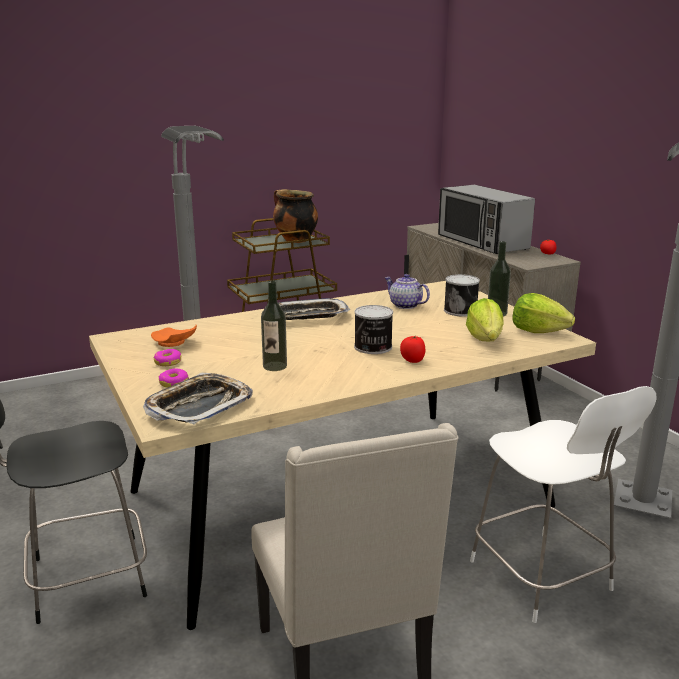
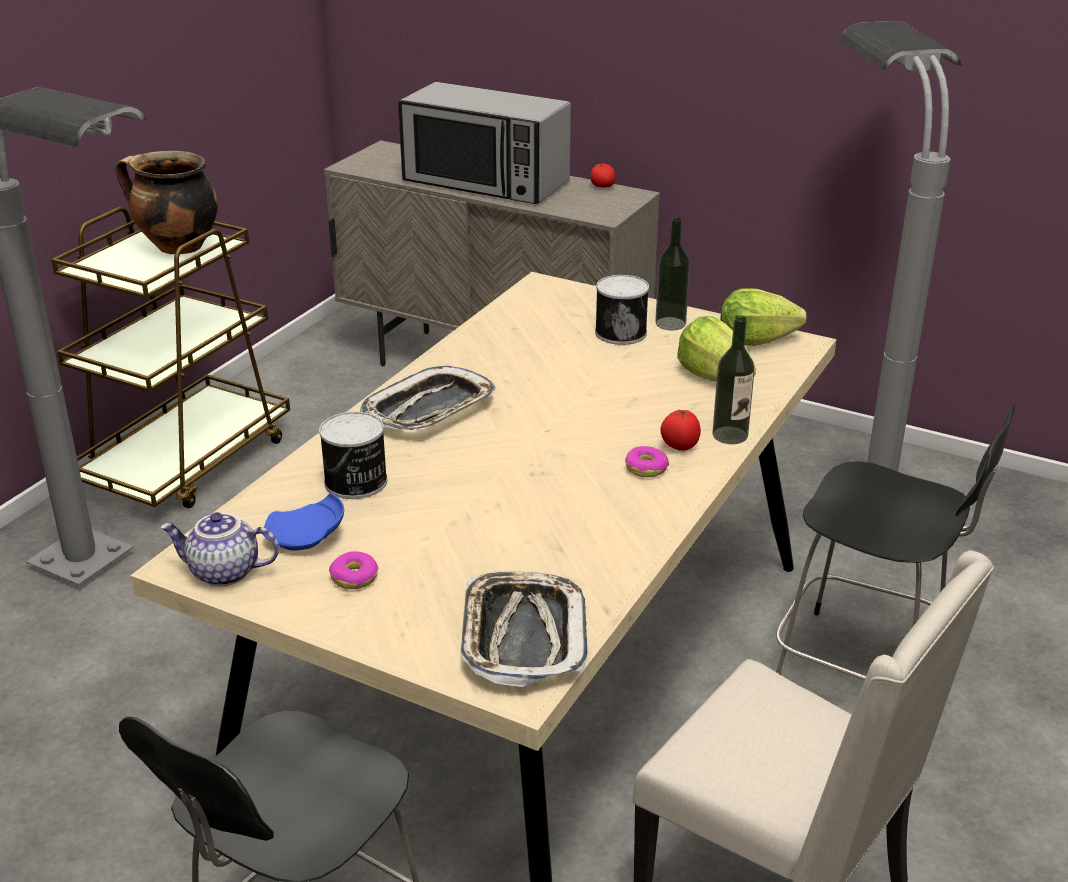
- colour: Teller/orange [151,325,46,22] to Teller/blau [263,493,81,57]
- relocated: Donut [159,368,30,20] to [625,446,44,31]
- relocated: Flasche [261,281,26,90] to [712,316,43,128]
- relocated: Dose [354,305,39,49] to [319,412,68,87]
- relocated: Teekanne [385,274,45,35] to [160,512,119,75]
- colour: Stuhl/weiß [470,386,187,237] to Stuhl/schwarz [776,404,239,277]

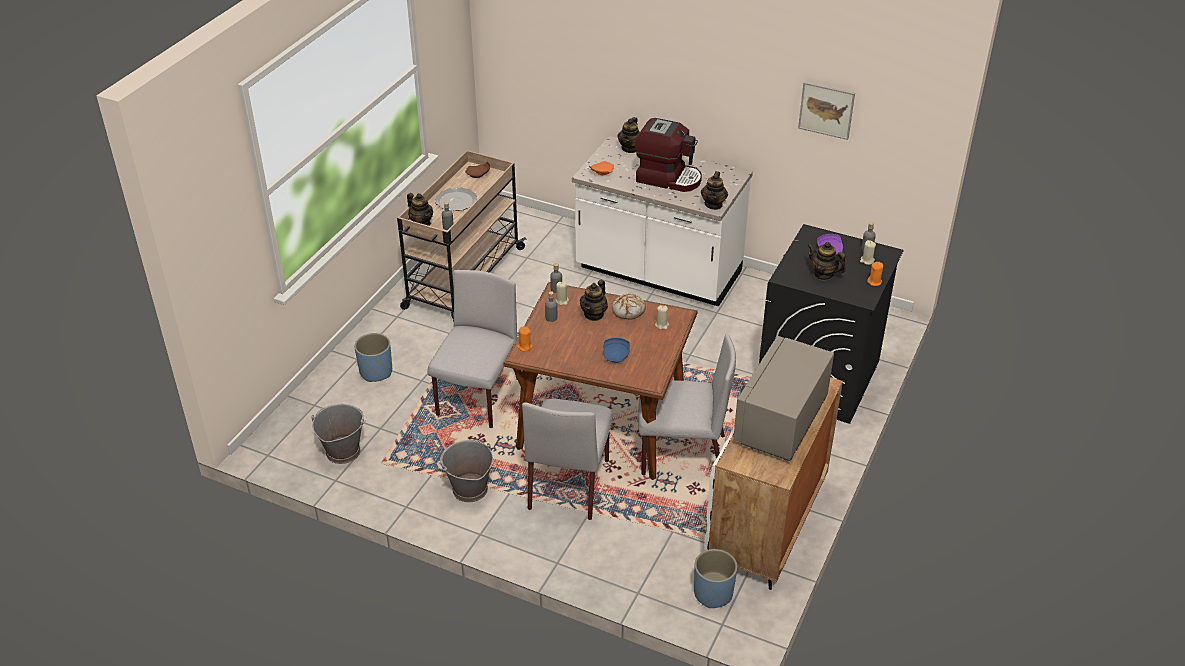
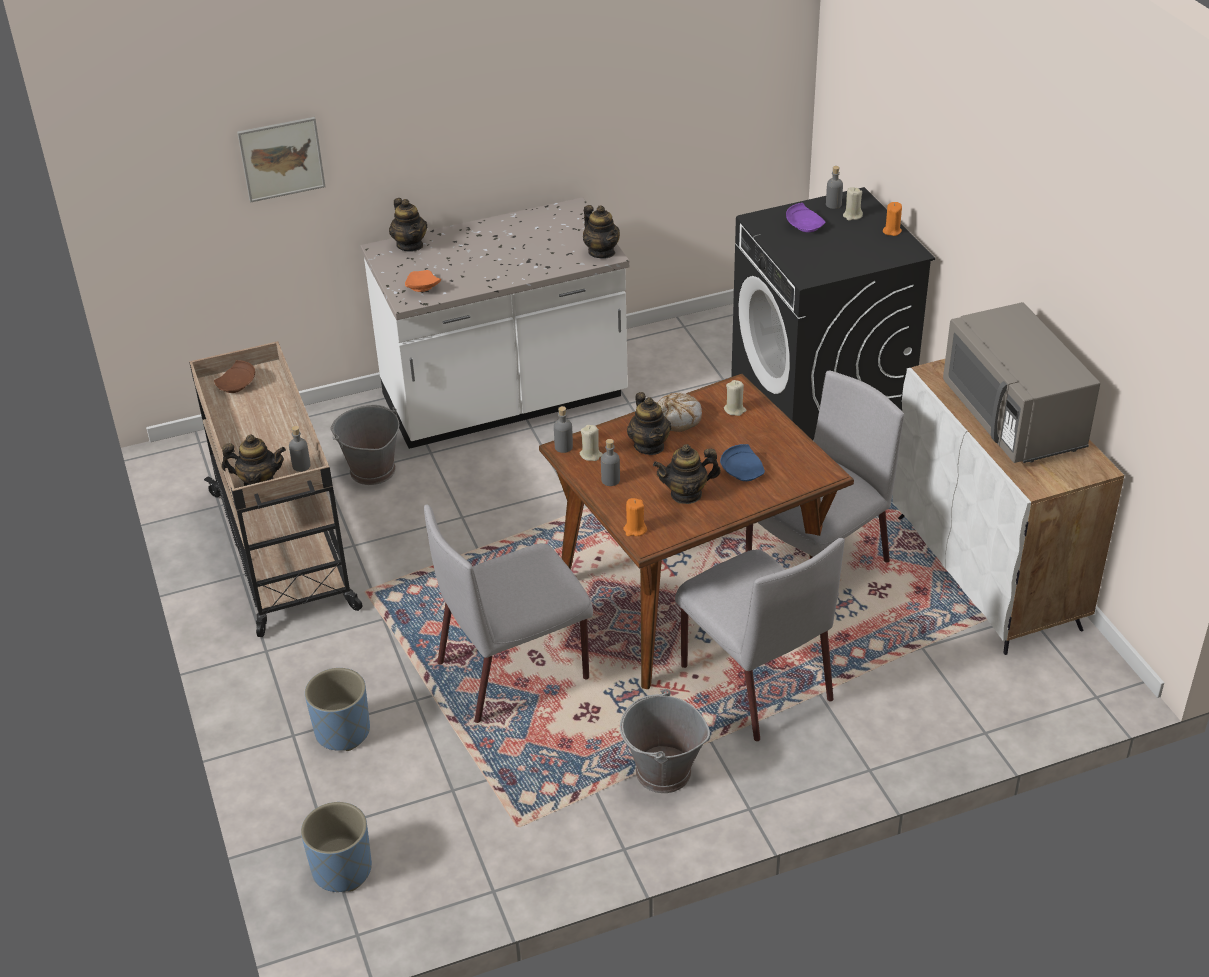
- relocated: Eimer/grau [311,404,55,60] to [331,405,68,80]
- spun: Stuhl/grau [427,270,91,158] = [424,505,169,218] 90 degrees counterclockwise
- missing: Teller [435,187,42,24]
- missing: Kaffeemaschine [635,118,67,74]
- relocated: Pflanzkübel/blau [694,549,43,59] to [301,802,71,90]
- relocated: Bild [798,82,57,58] to [237,117,88,86]
- relocated: Teekanne [807,242,39,39] to [653,444,68,60]

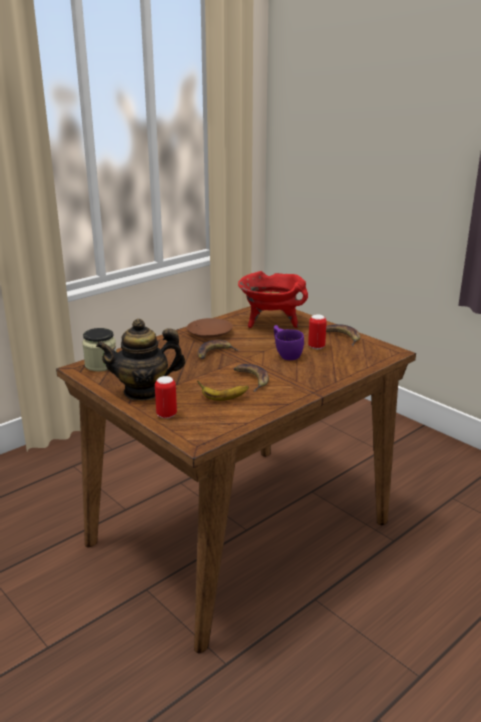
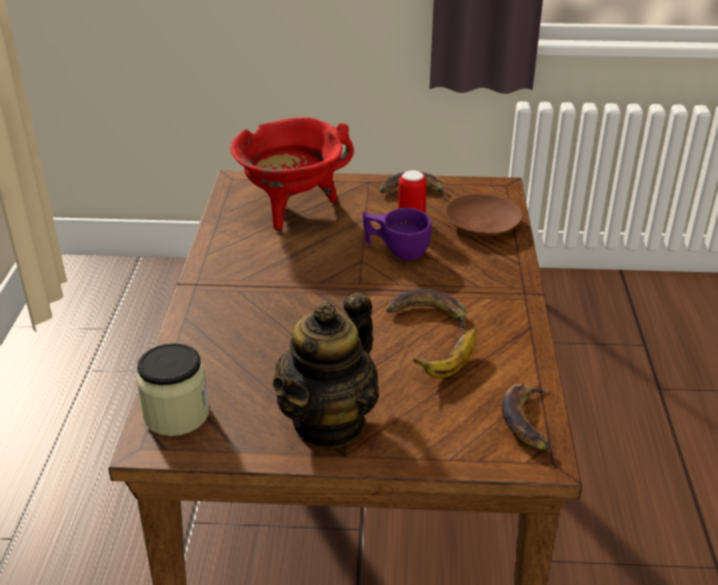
- missing: Dose [155,376,22,42]
- relocated: Teller/braun [187,318,46,20] to [445,194,78,42]
- relocated: Banane [197,340,41,19] to [501,384,50,66]

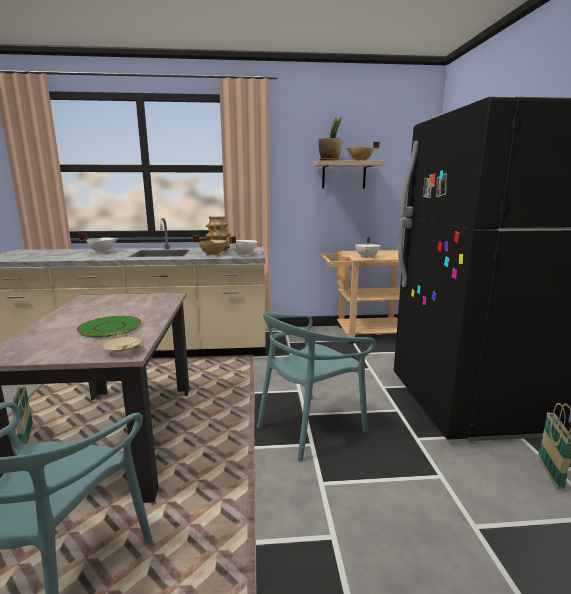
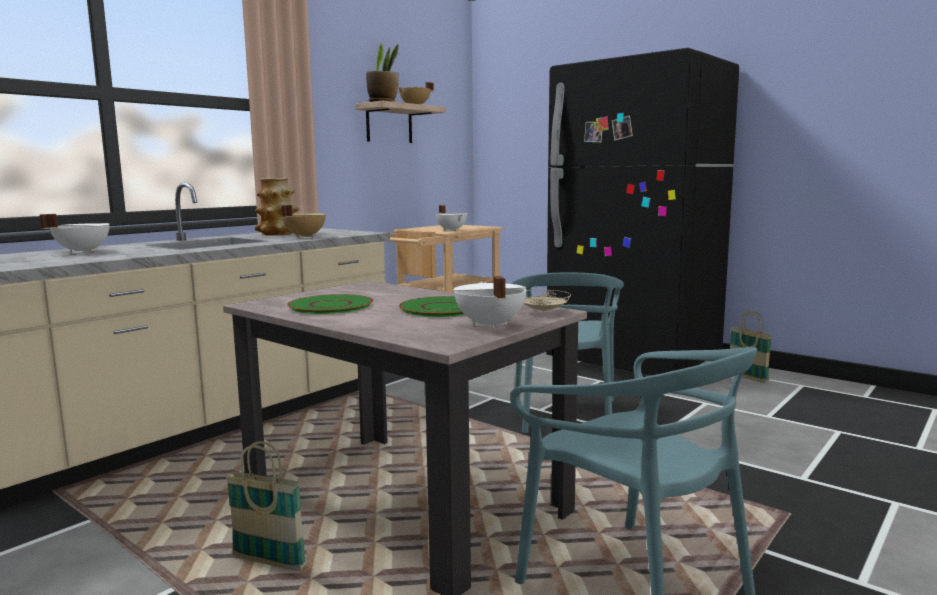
- relocated: Kochtopf/weiß [229,236,28,20] to [453,276,73,53]
- appeared: Teller/grün [287,294,86,20]

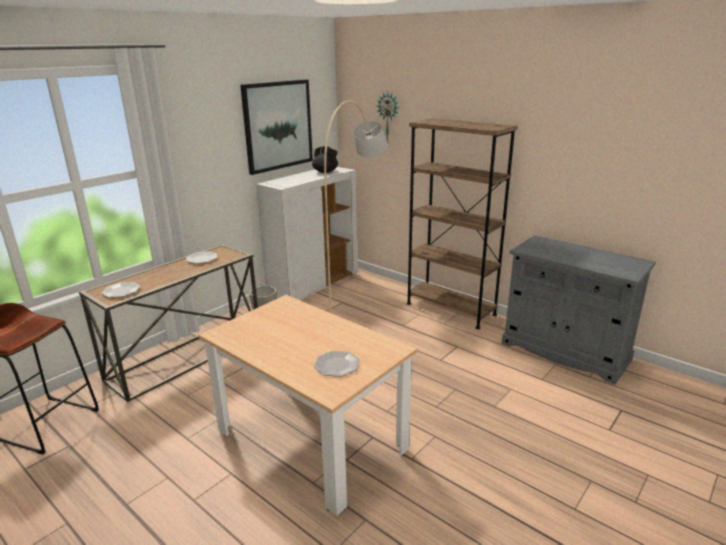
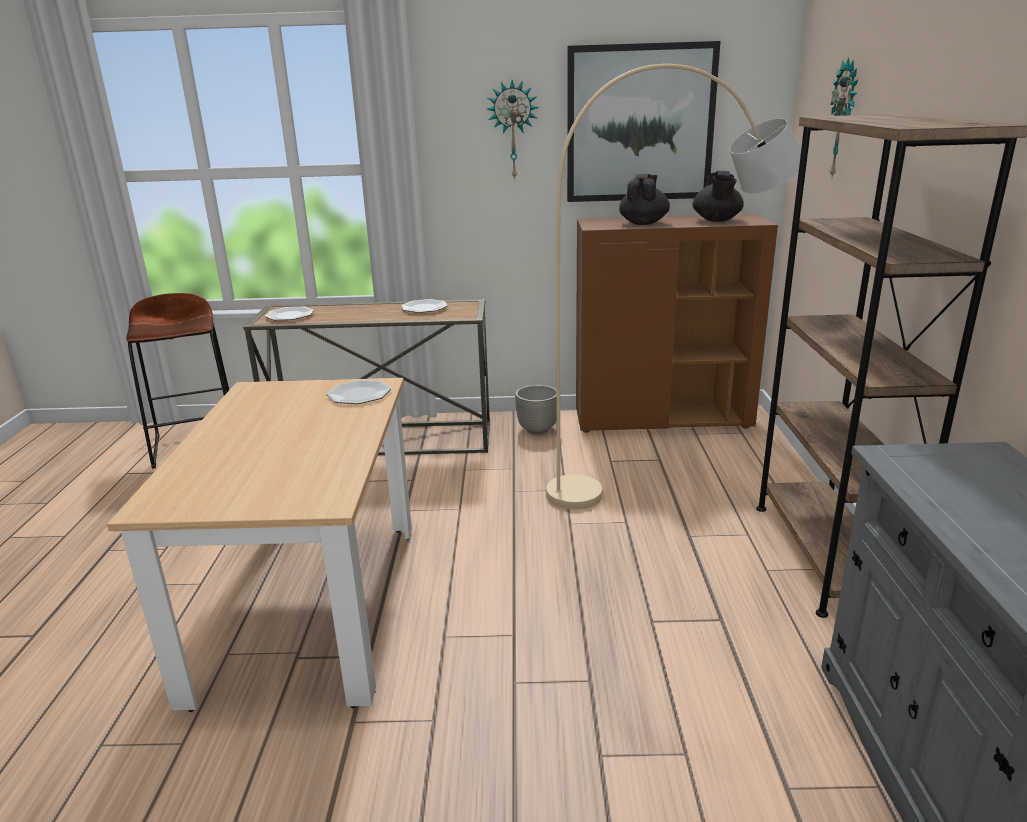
- colour: Schrank/weiß [256,167,102,133] to Schrank/braun [576,214,202,219]
- relocated: Teller [314,351,46,26] to [327,380,64,24]
- appeared: Wanduhr [487,80,52,100]
- appeared: Teekanne/schwarz [619,174,51,51]

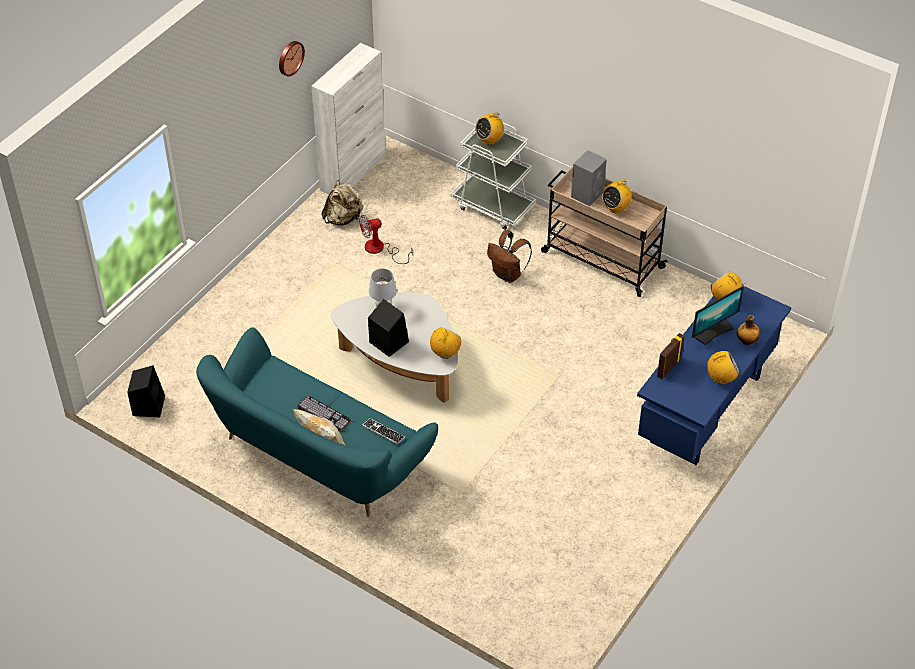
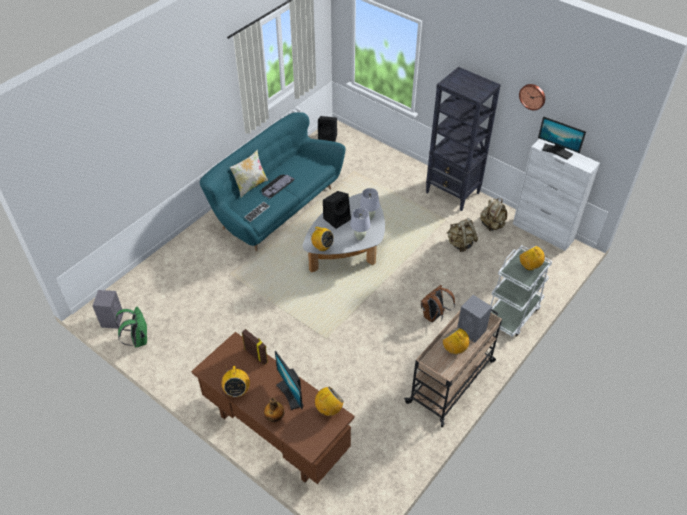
- exchanged: Ventilator [359,215,54,49] to Rucksack/beige [447,218,31,34]
- colour: Schreibtisch/blau [637,285,154,180] to Schreibtisch/braun [191,332,163,152]
- appeared: Lautsprecher/grau [92,290,32,39]
- appeared: Rucksack/grün [115,307,32,41]
- appeared: Tischlampe/weiß [350,208,21,32]
- appeared: Bücherregal/schwarz [426,67,75,144]
- appeared: Monitor [538,116,48,44]

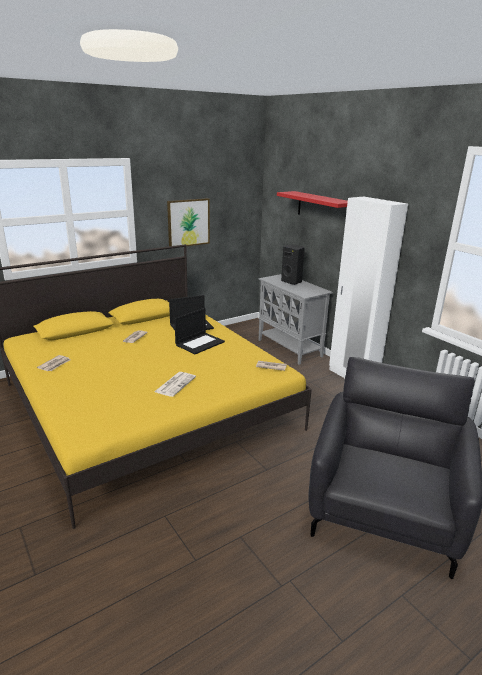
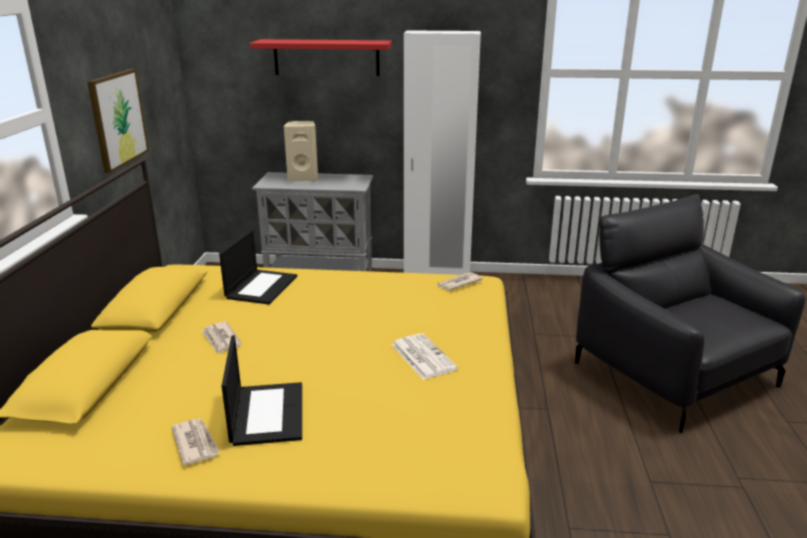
- relocated: Laptop [174,308,51,46] to [222,335,80,111]
- colour: Lautsprecher/schwarz [281,245,24,40] to Lautsprecher/beige [284,121,34,61]

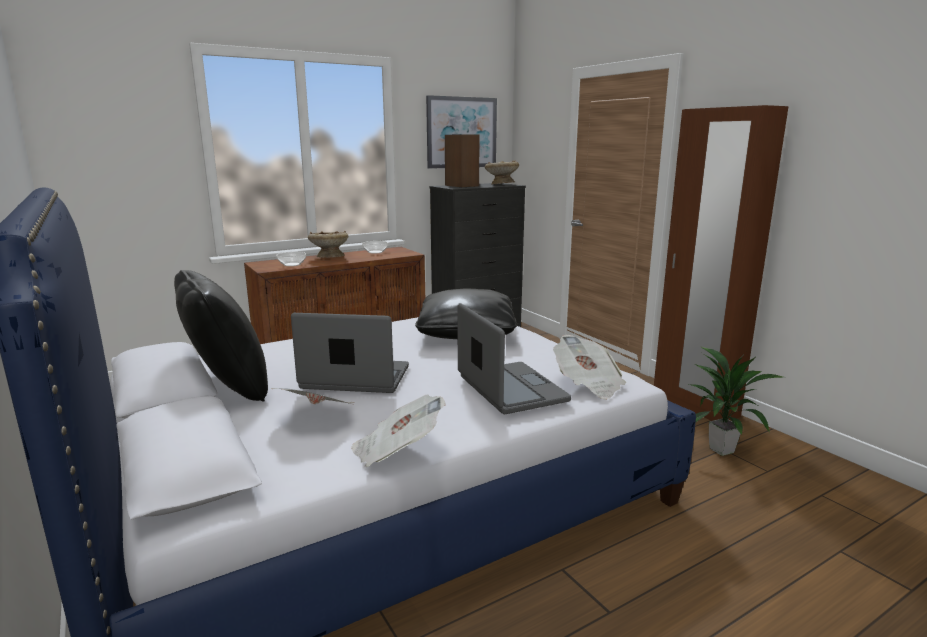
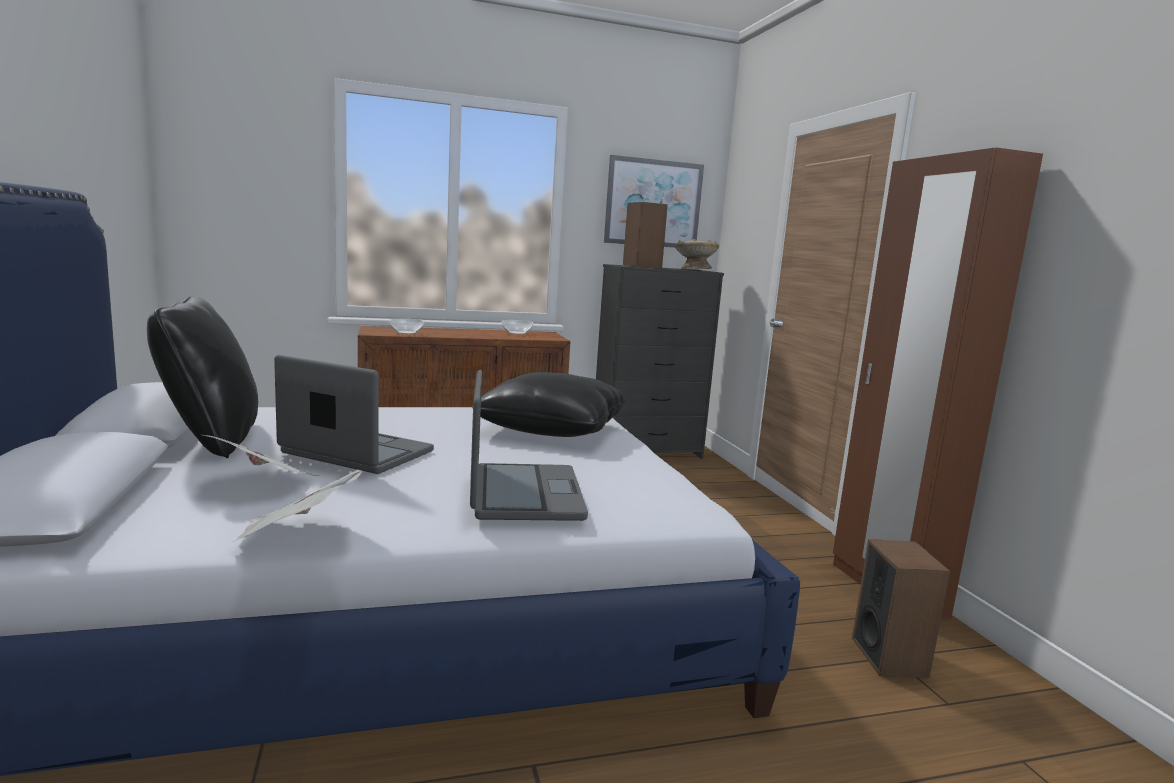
- missing: Schüssel/beige [308,231,40,27]
- missing: Zeitung [553,335,73,65]
- exchanged: Topfpflanze [689,346,94,110] to Lautsprecher [852,539,98,139]

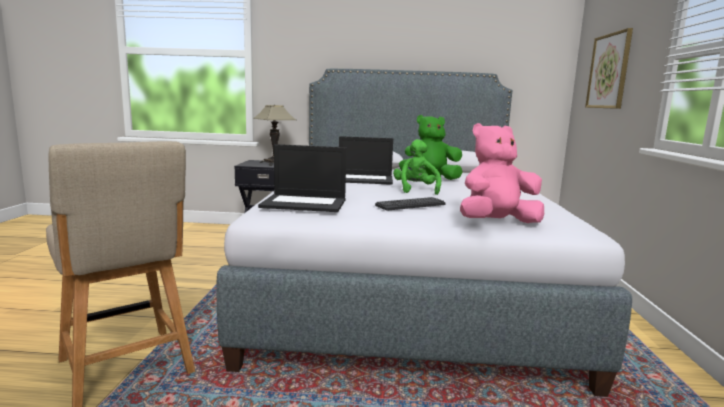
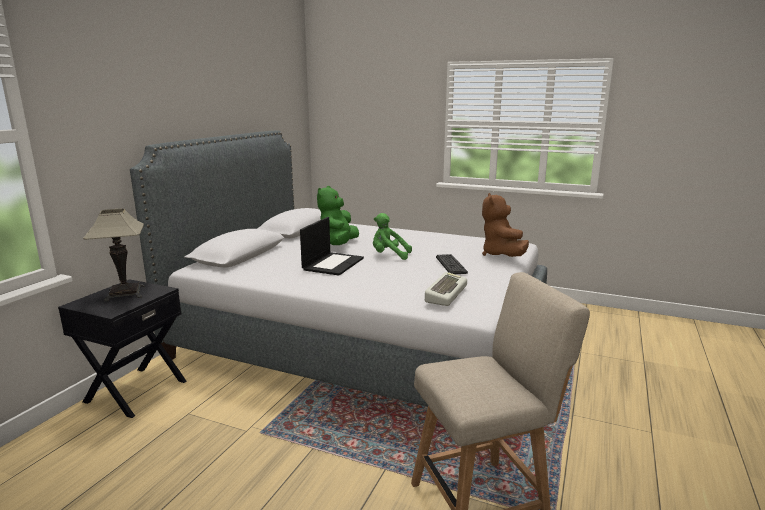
- exchanged: Laptop [258,144,89,68] to Tastatur [425,272,42,34]
- colour: Plüschtier/rosa [460,123,84,100] to Plüschtier/braun [482,193,47,64]
- missing: Bild [585,28,48,81]

